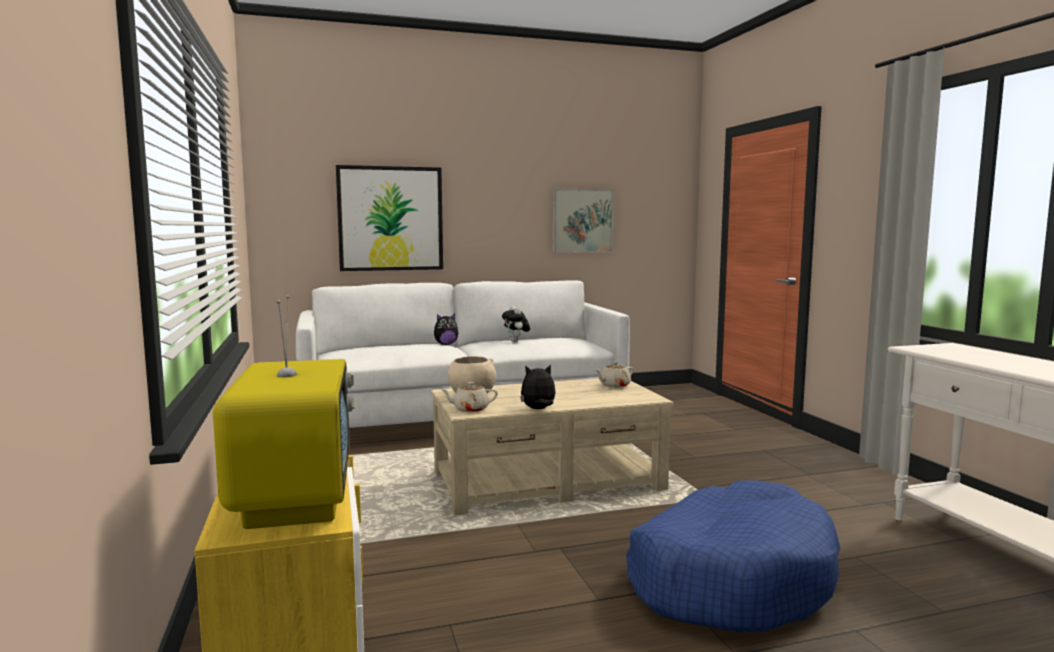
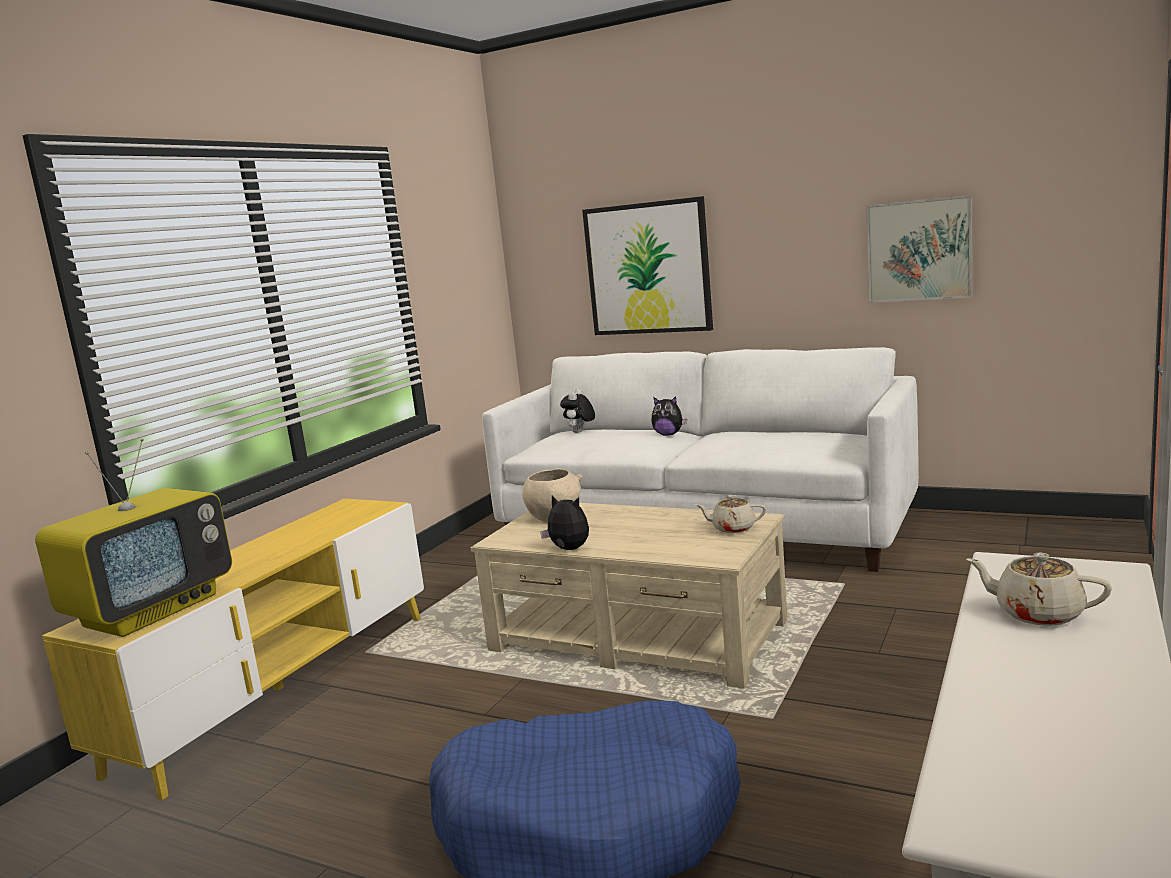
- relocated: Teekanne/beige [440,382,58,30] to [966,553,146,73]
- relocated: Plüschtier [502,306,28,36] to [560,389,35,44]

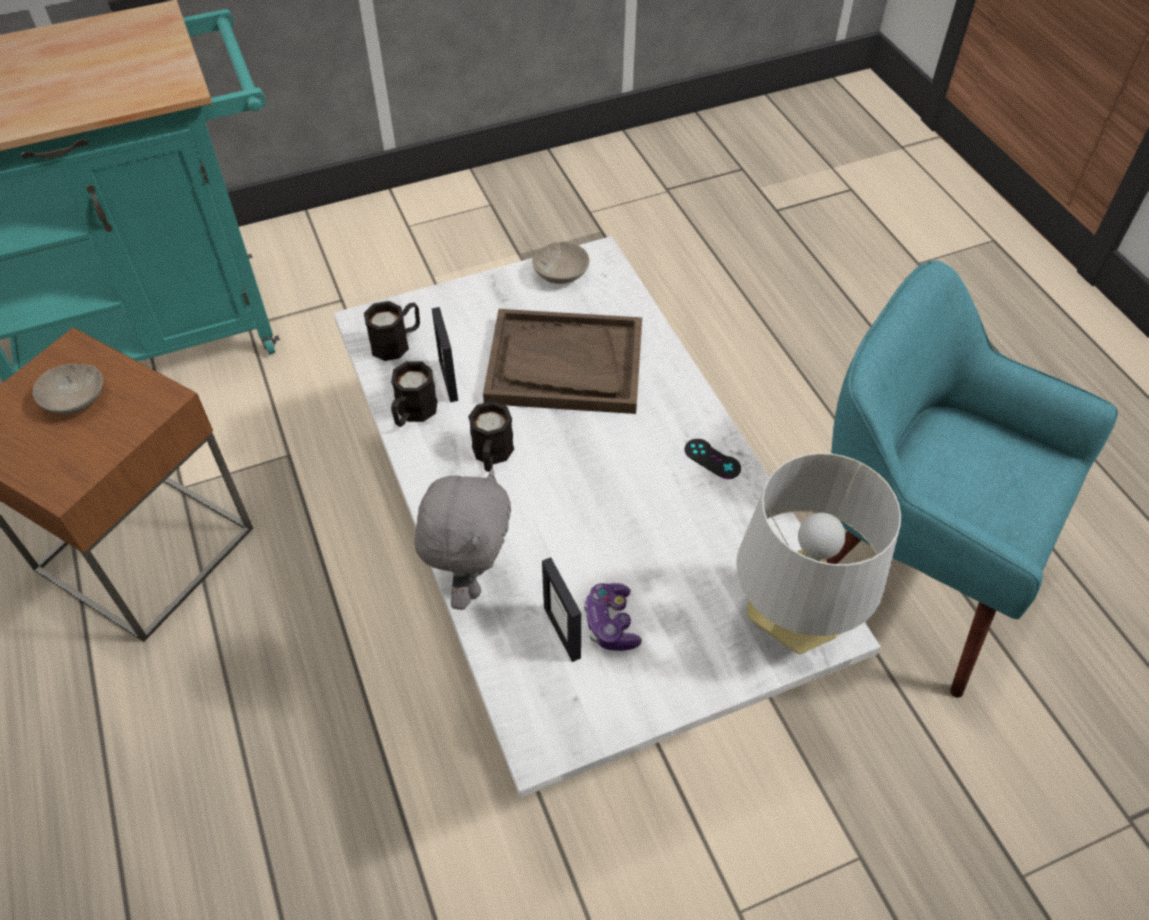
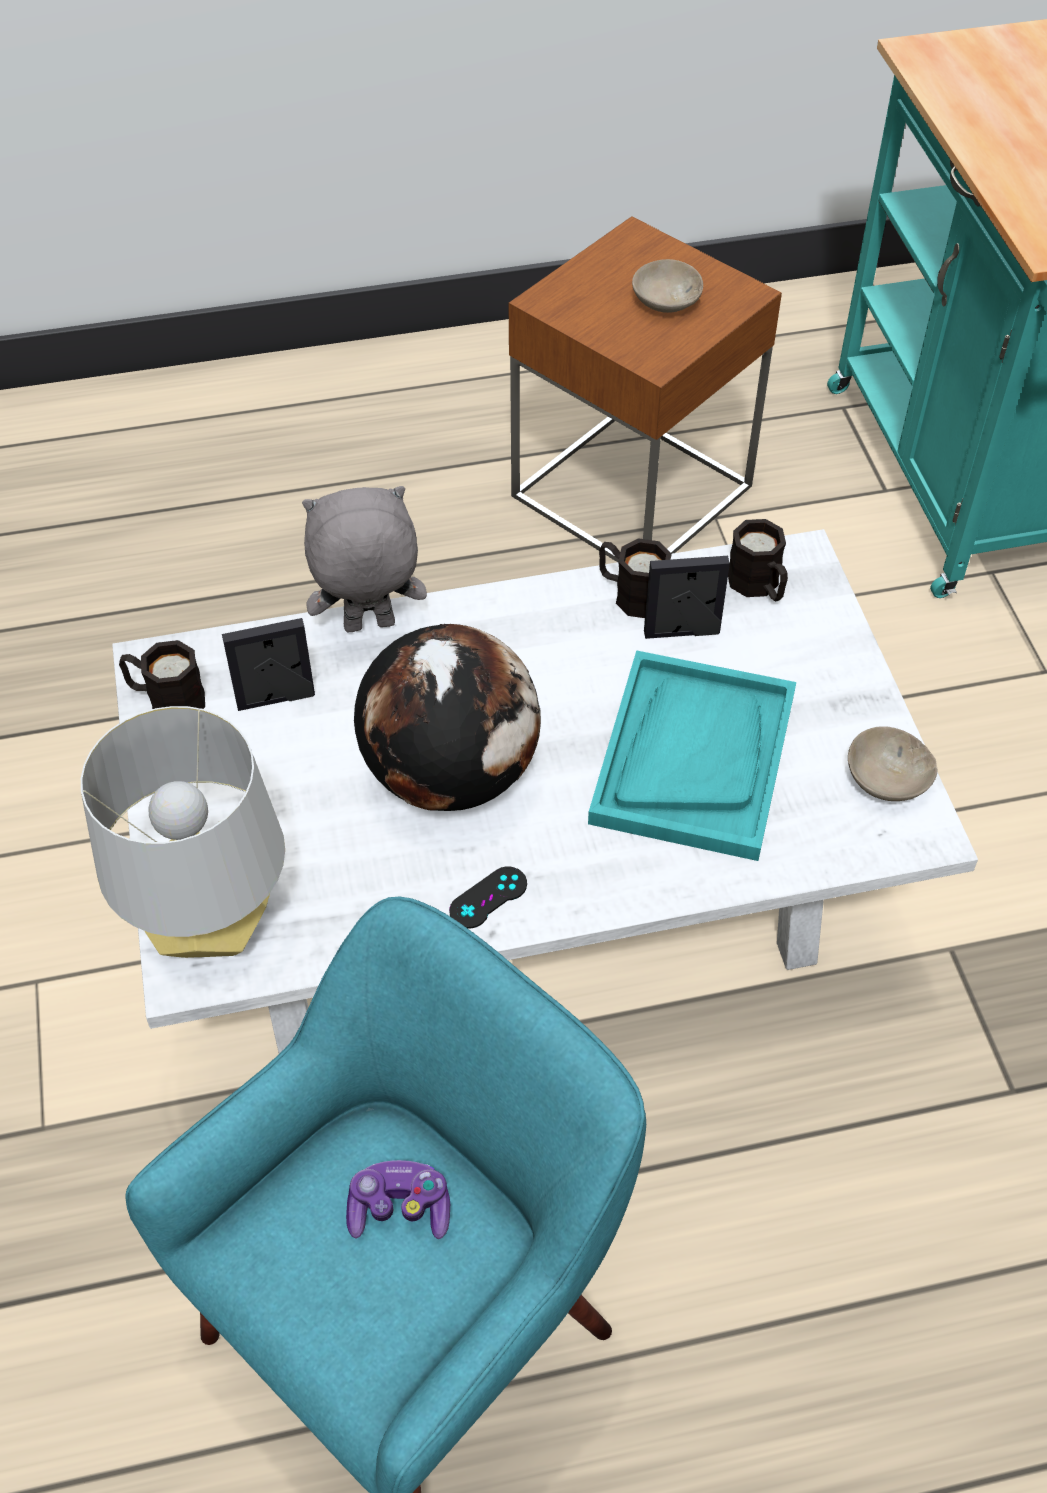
- spun: Plüschtier/grau [415,469,96,141] = [302,486,125,146] 150 degrees clockwise
- relocated: Henkelbecher/schwarz [468,401,46,71] to [119,640,86,69]
- colour: Tablett/braun [483,309,159,105] to Tablett/türkis [588,650,208,211]
- relocated: Gamepad [584,583,58,68] to [346,1160,104,79]
- appeared: Globus [354,624,187,187]

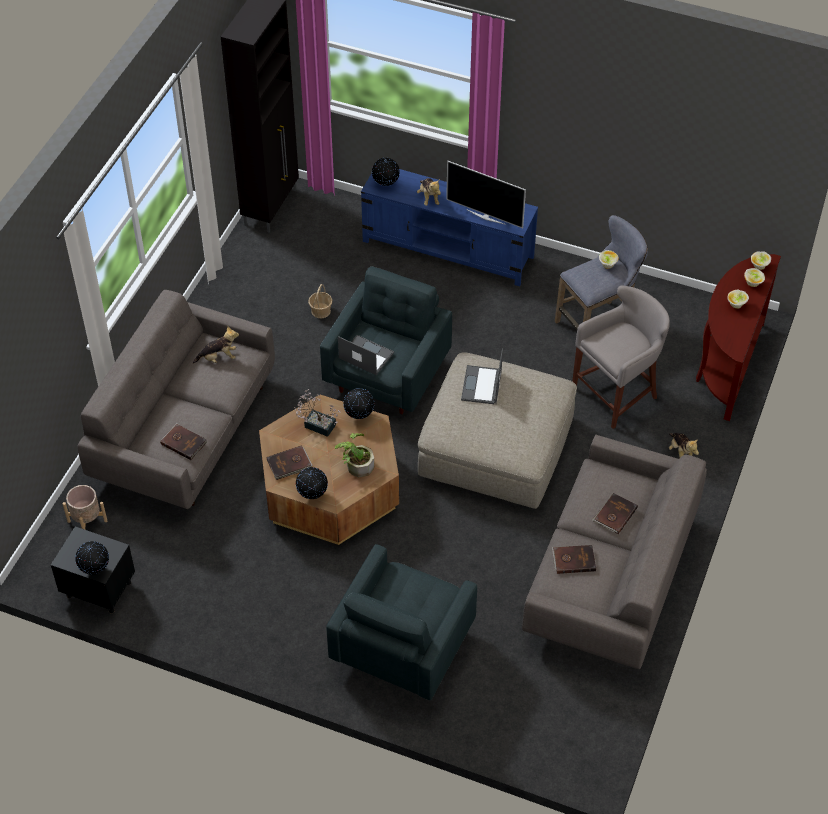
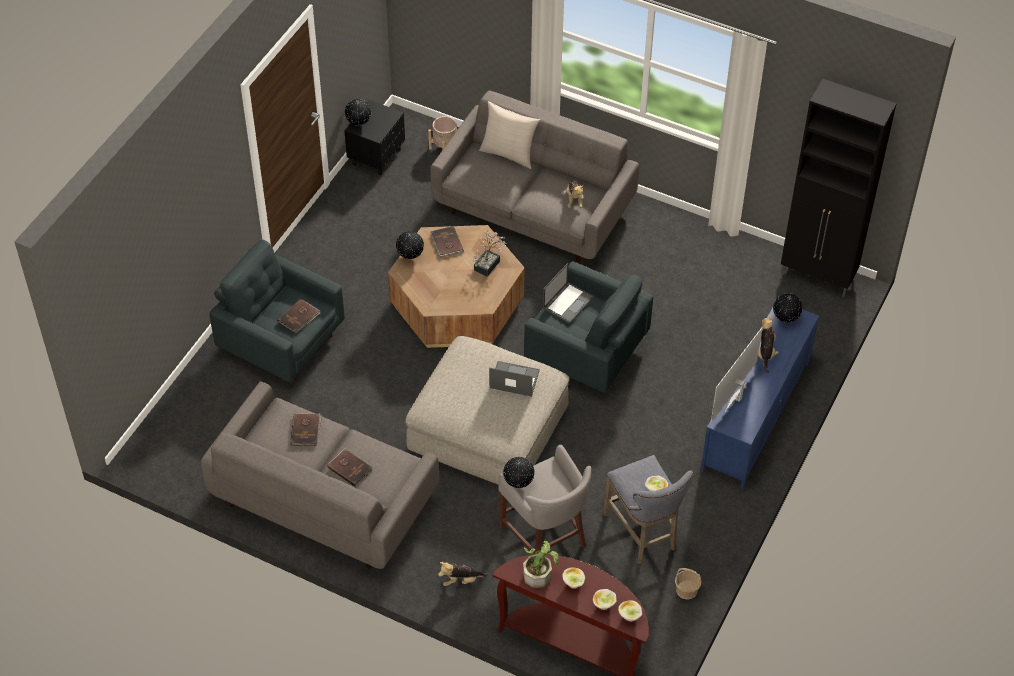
- relocated: Buch/braun [160,423,48,37] to [277,299,44,35]
- relocated: Korb [308,284,24,34] to [675,568,26,32]
- relocated: Topfpflanze [335,433,39,44] to [523,541,35,47]
- relocated: Globus [343,388,31,31] to [503,457,32,31]
- spun: Plüschtier [417,178,24,28] = [758,315,21,58] 105 degrees clockwise
- appeared: Kissen/beige [479,101,61,68]

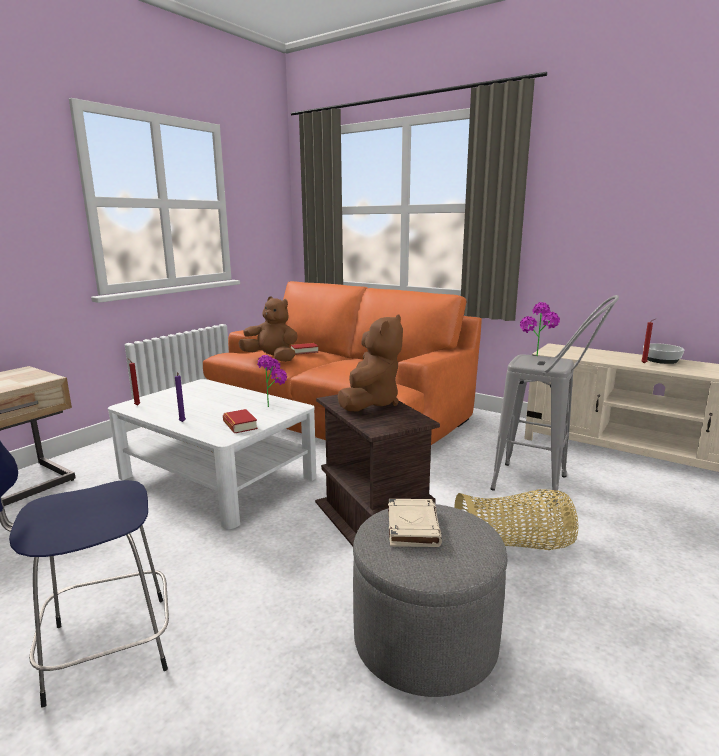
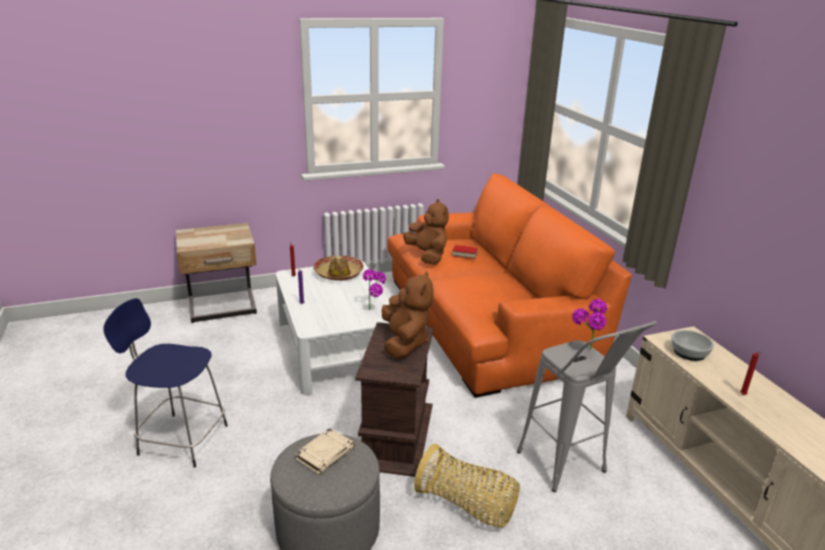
- missing: Buch [223,409,35,24]
- spun: Plüschtier/braun [338,314,65,98] = [382,271,51,88] 60 degrees counterclockwise
- relocated: Schüssel [643,343,42,21] to [671,330,43,31]
- appeared: Hut [313,255,51,26]

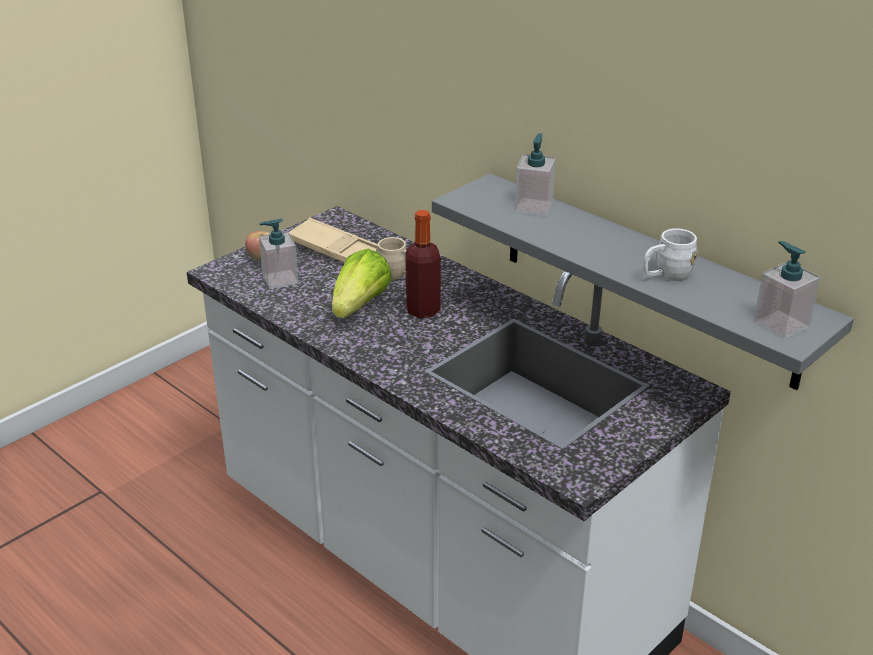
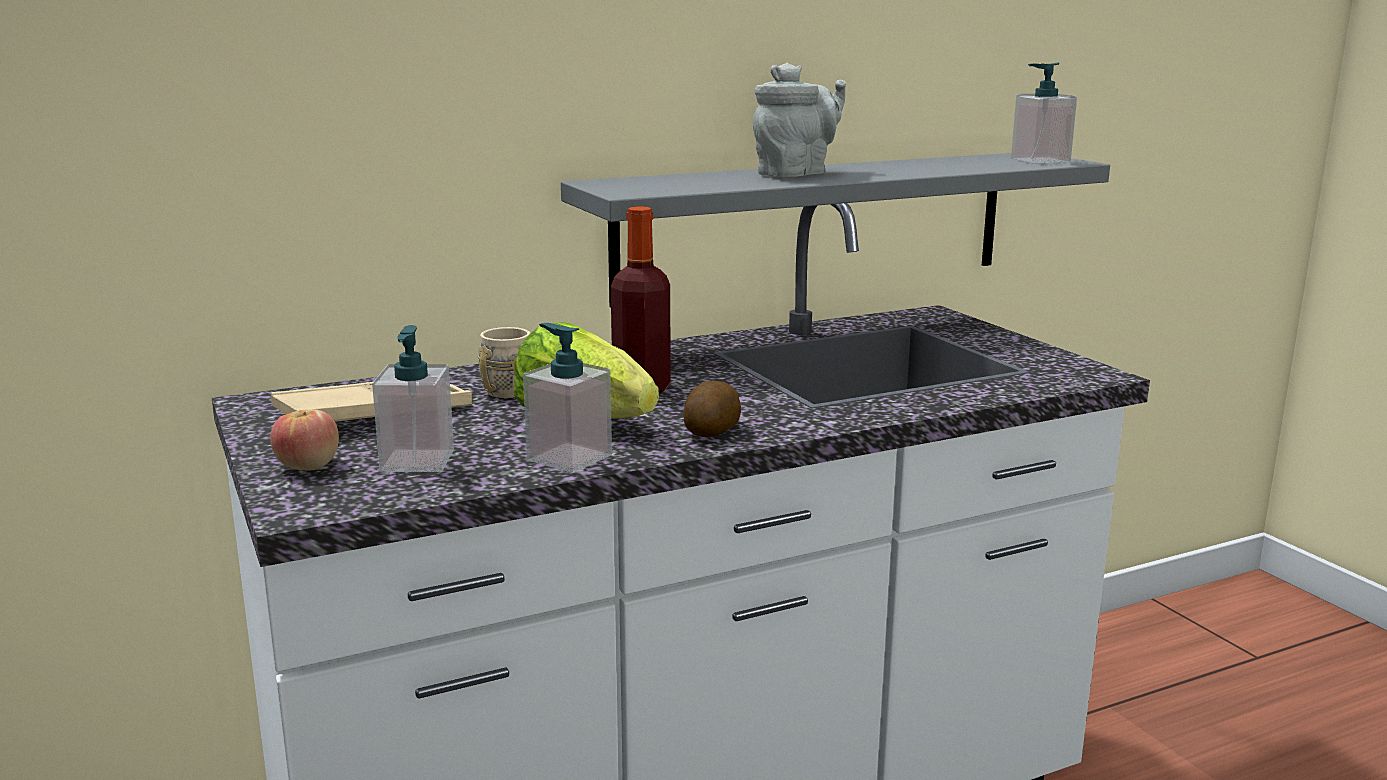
- relocated: Seifenspender [515,133,41,83] to [523,323,89,150]
- missing: Henkelbecher/weiß [643,229,55,52]
- appeared: Kartoffel [683,381,58,56]
- appeared: Teekanne/grau [753,63,93,114]

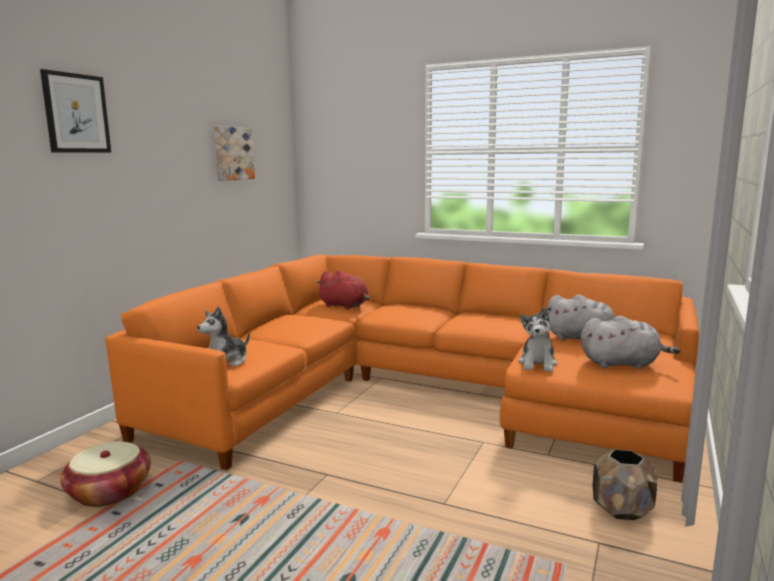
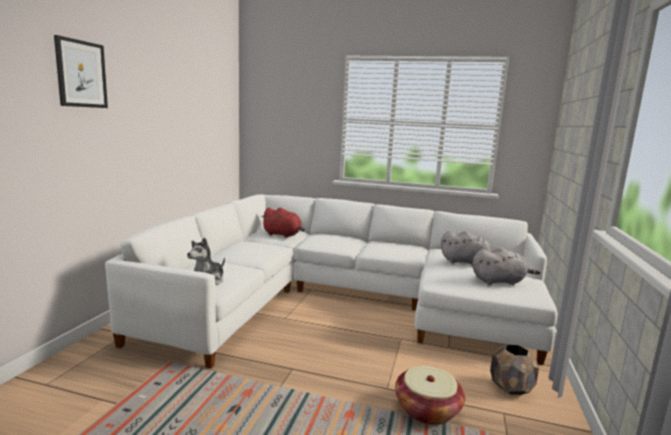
- relocated: Korb [60,442,91,65] to [395,366,70,59]
- colour: Sofa/orange [105,255,594,228] to Sofa/weiß [105,194,453,174]
- missing: Bild [214,126,41,55]
- missing: Plüschtier [519,307,39,65]

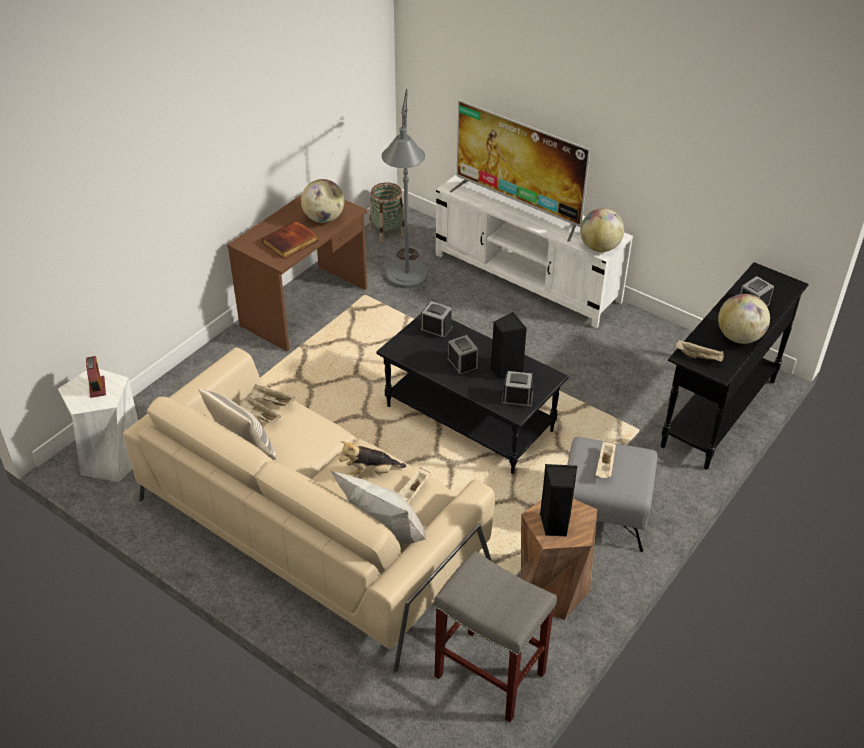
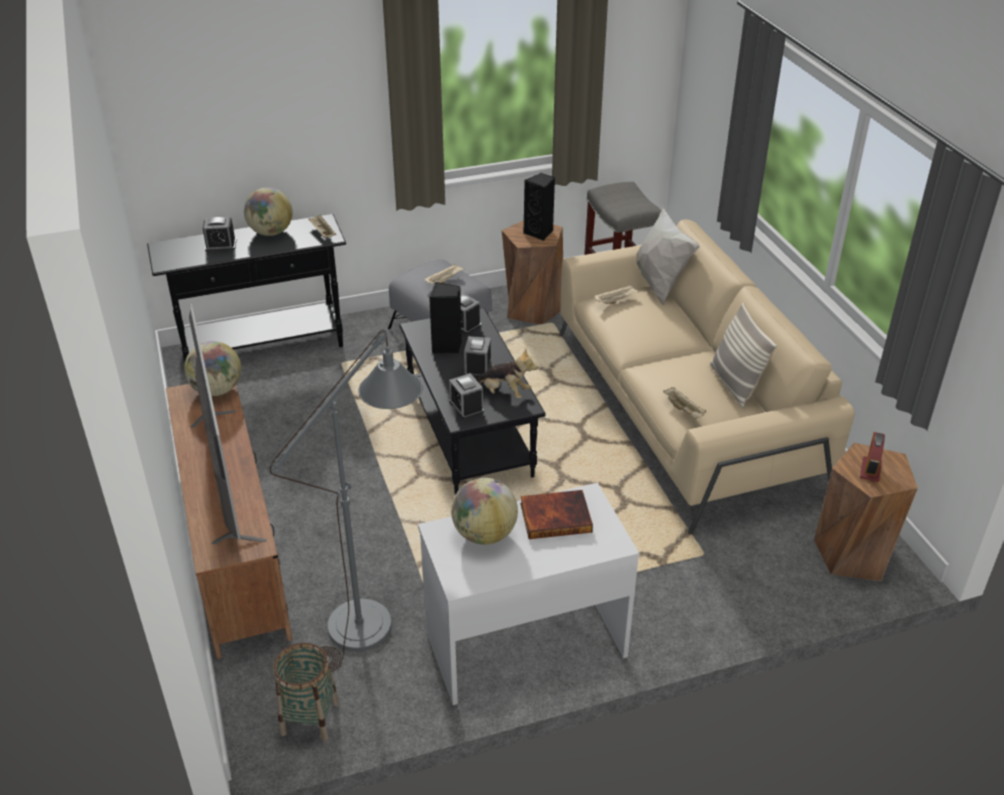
- colour: Hocker/weiß [58,369,80,113] to Hocker/braun [814,443,104,138]
- colour: Schreibtisch/braun [227,195,140,157] to Schreibtisch/weiß [418,483,221,222]
- missing: Tablett/beige [239,395,42,28]
- relocated: Plüschtier [339,441,67,36] to [476,349,62,50]
- colour: Fernsehschrank/weiß [436,174,197,154] to Fernsehschrank/braun [166,384,126,275]

